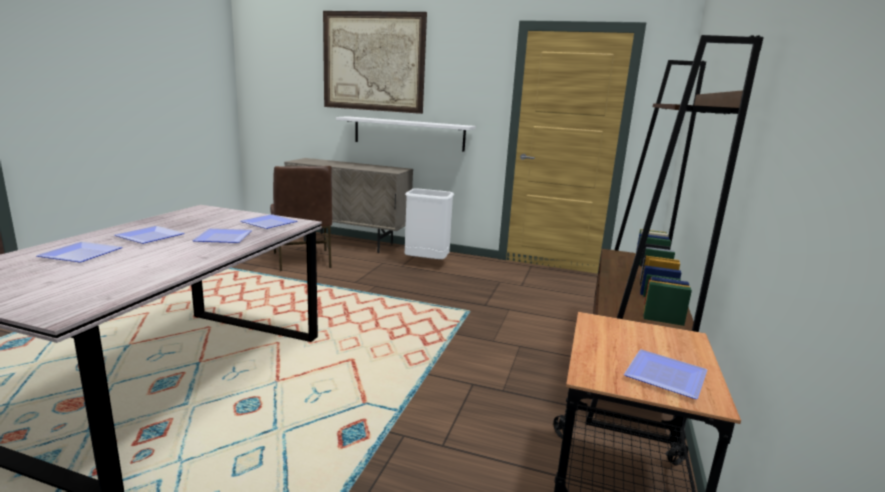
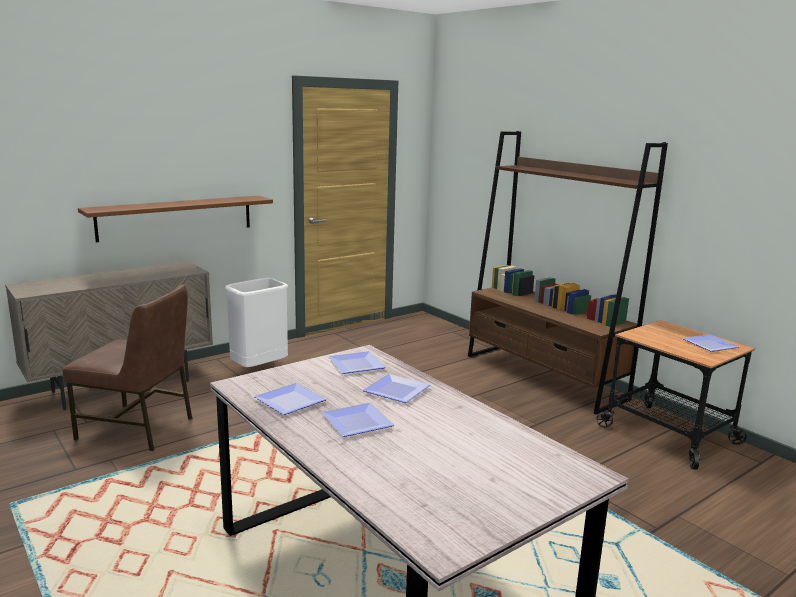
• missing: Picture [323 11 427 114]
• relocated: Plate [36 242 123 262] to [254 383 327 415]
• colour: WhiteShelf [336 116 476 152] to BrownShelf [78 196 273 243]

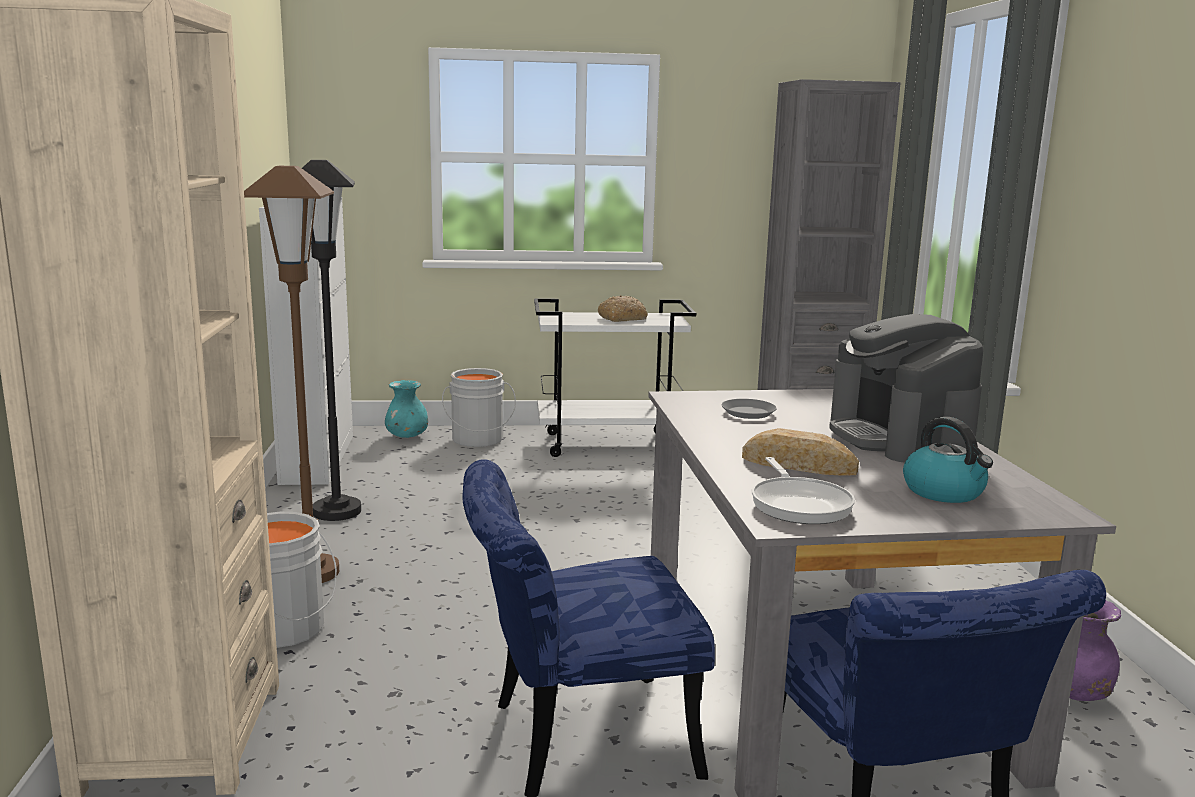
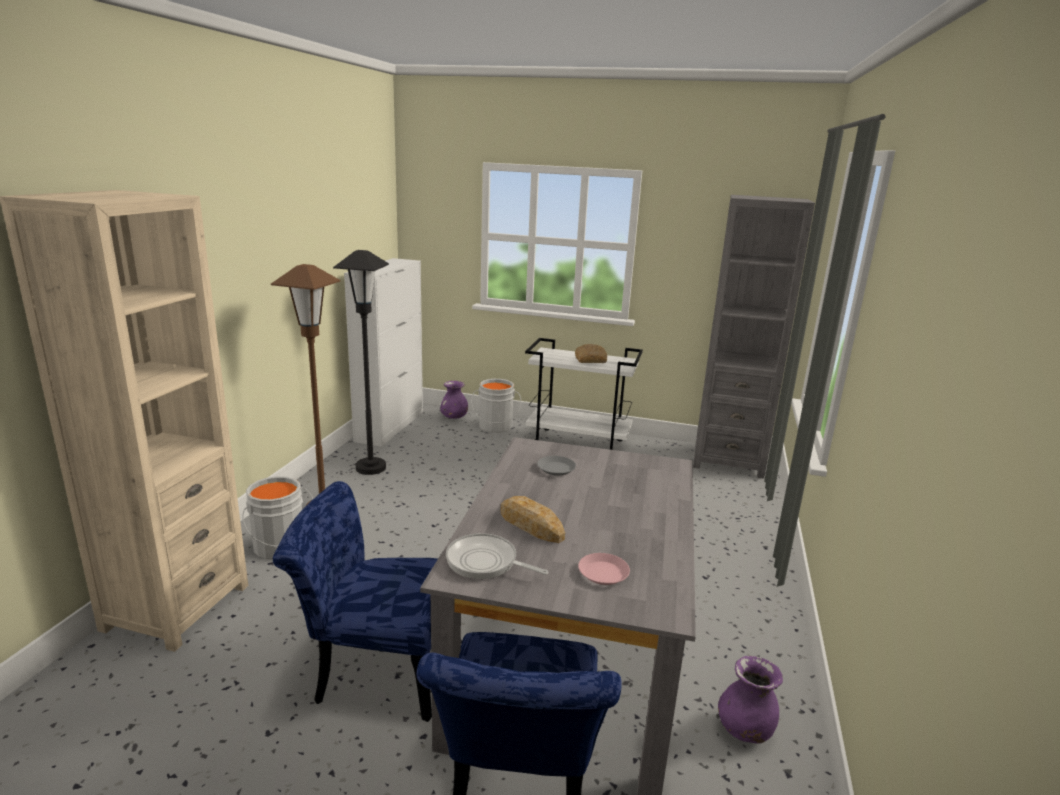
• missing: CoffeeMachine [829 314 984 463]
• exchanged: Kettle [903 417 993 503] to PinkPlate [578 553 630 585]
• colour: TurquoiseVase [385 380 428 438] to PurpleVase [440 381 468 419]
• spun: FryingPan [752 457 855 524] = [446 533 548 579] 105 degrees clockwise

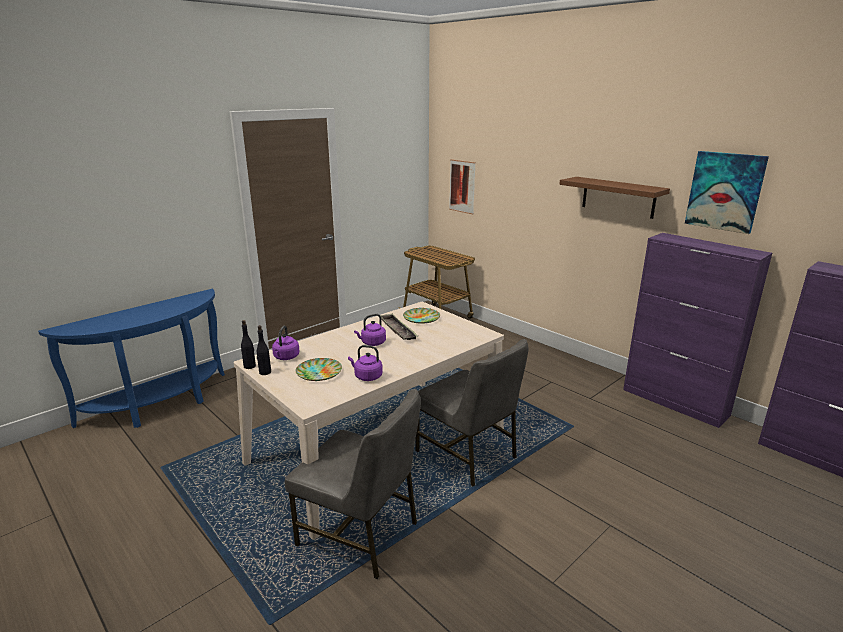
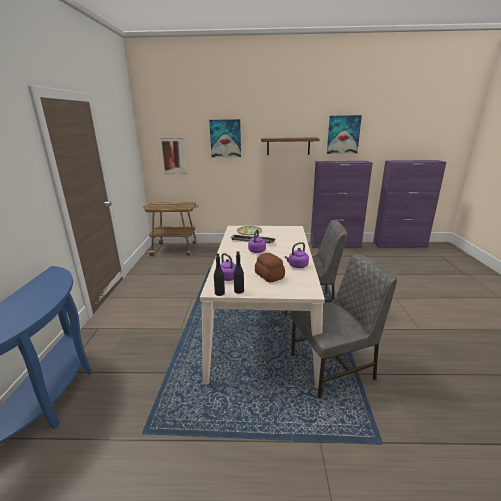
• appeared: Picture [209 119 241 157]
• exchanged: Plate [296 358 342 381] to Bread [255 253 285 283]

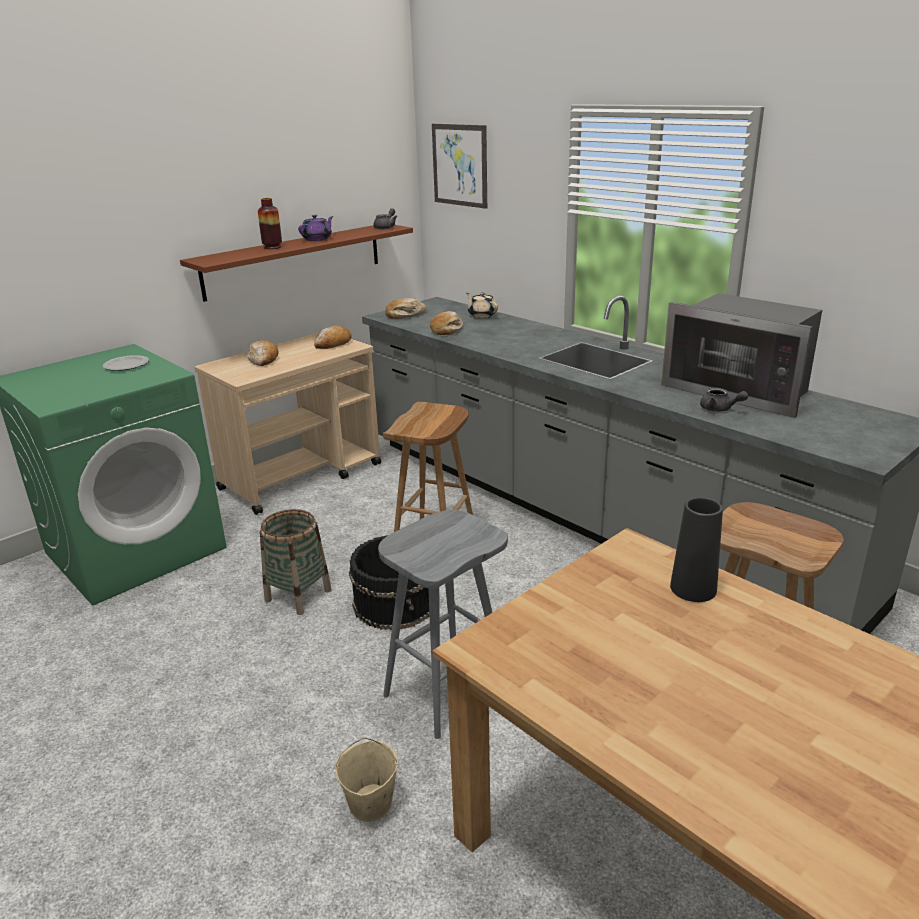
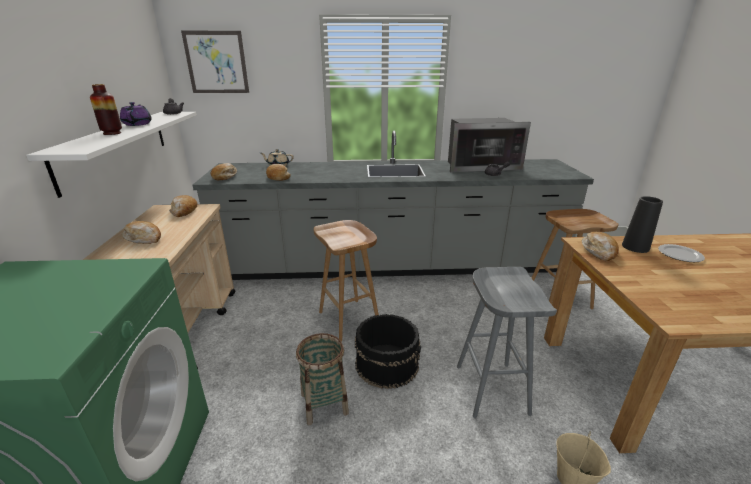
• appeared: Bread [582 232 619 261]
• relocated: Plate [103 355 149 371] to [658 244 705 262]
• colour: BrownShelf [180 225 413 302] to WhiteShelf [26 112 196 198]

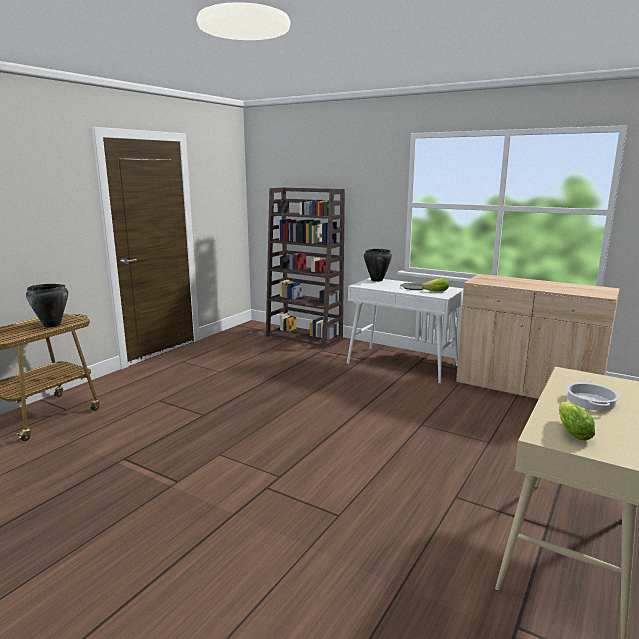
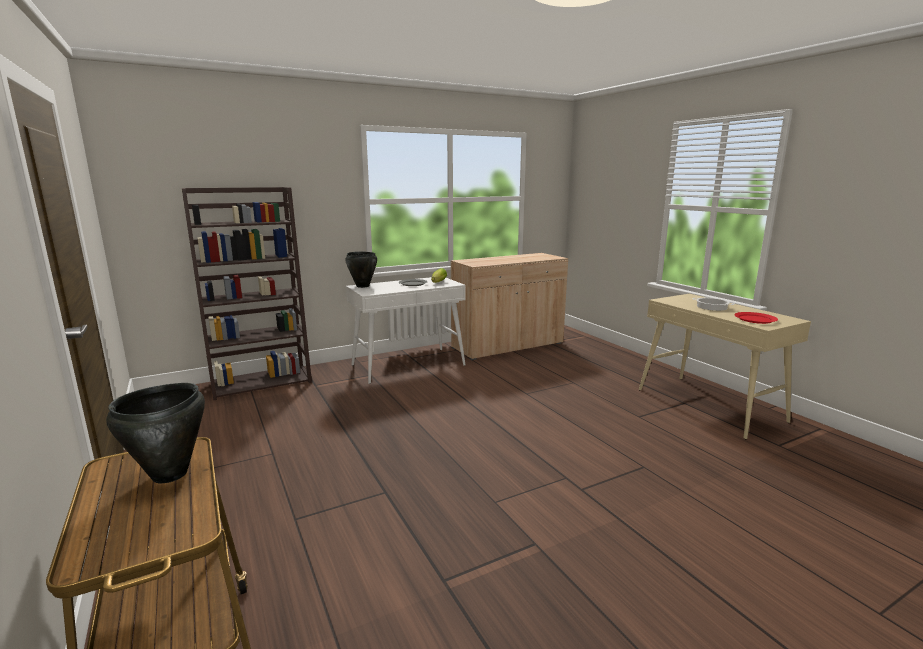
• exchanged: Lettuce [559 402 595 441] to RedPlate [734 312 778 324]

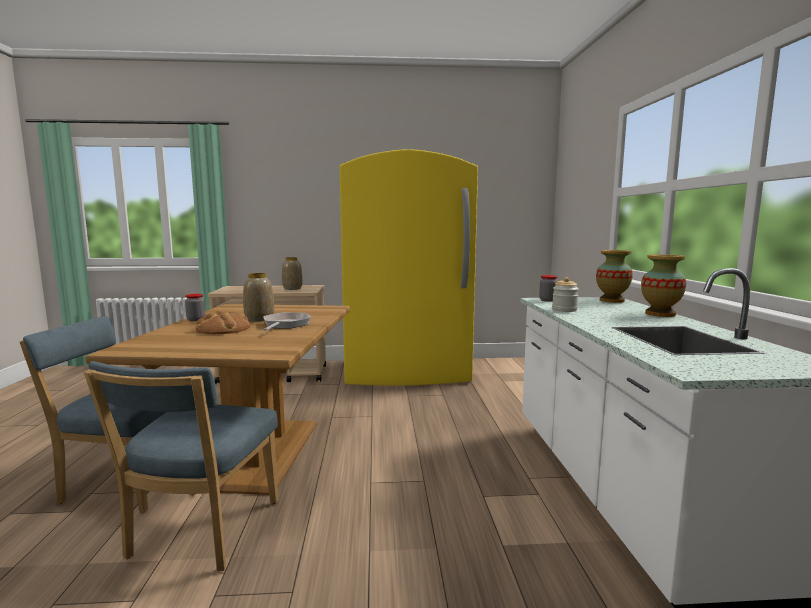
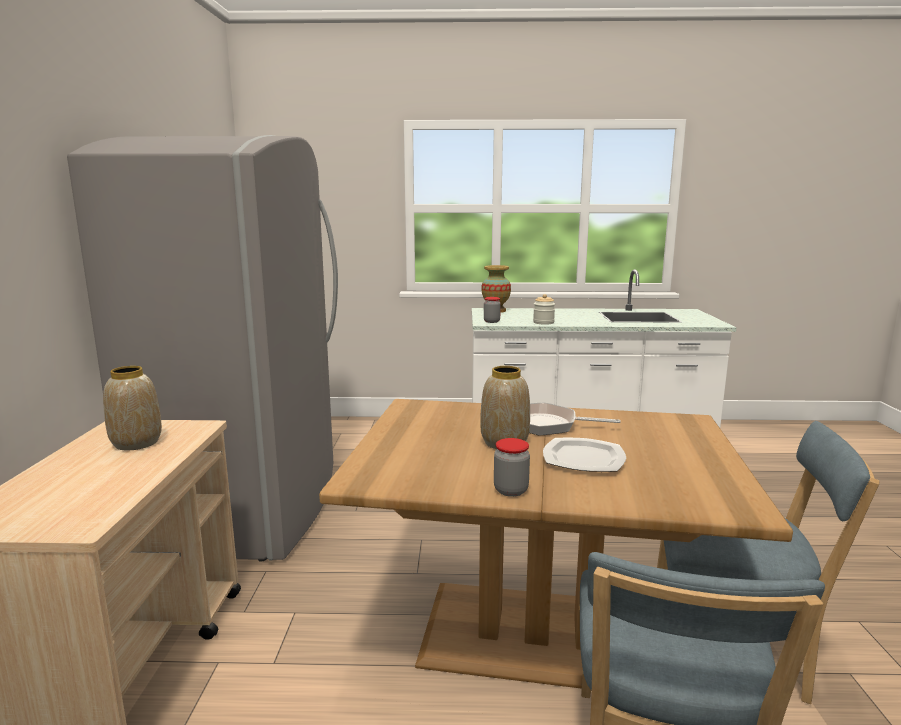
• missing: Vase [641 254 686 317]
• exchanged: Bread [196 310 250 334] to Plate [543 438 626 472]
• colour: YellowFridge [339 149 478 386] to GreyFridge [67 135 338 561]

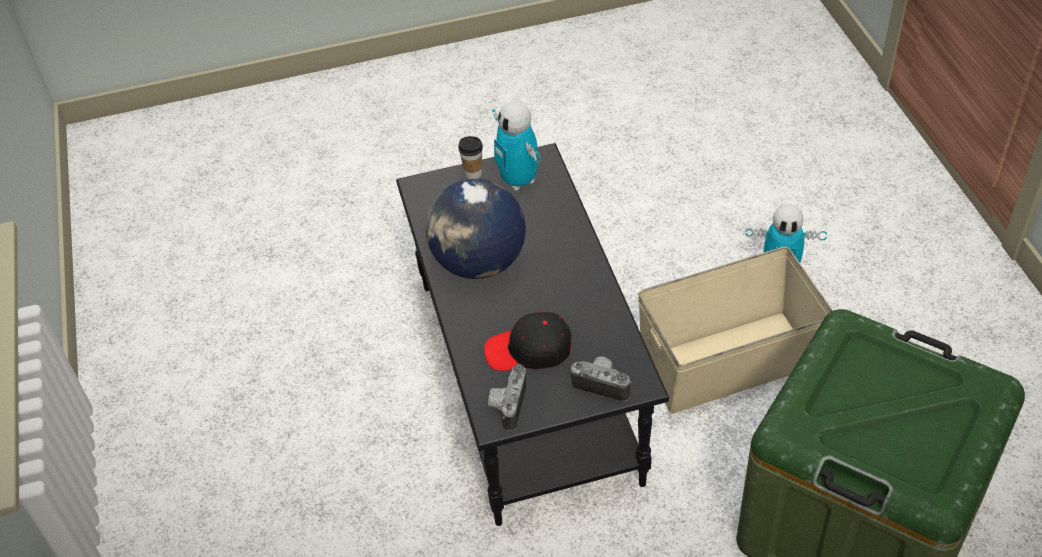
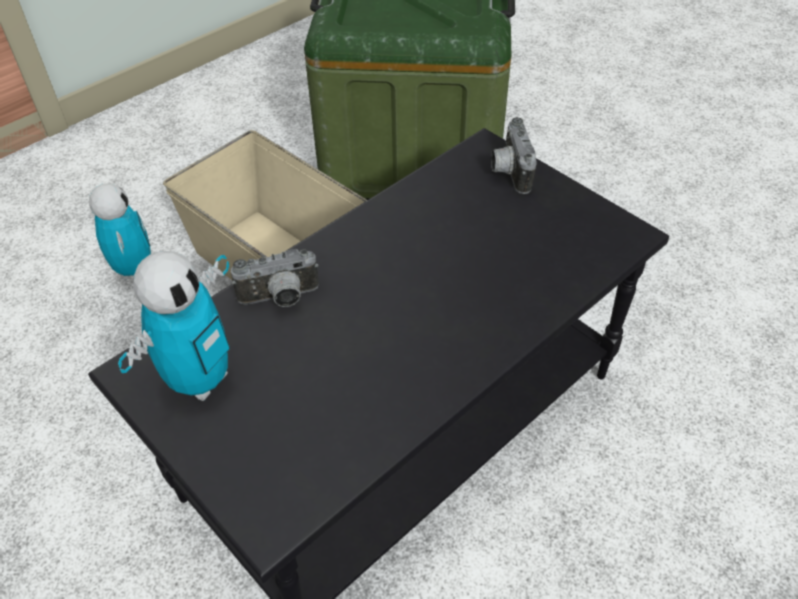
• missing: Globe [426 179 526 279]
• missing: Cup [458 136 483 179]
• missing: BlackCap [484 312 572 371]
• relocated: PhotoCamera [488 364 526 431] to [231 249 319 307]

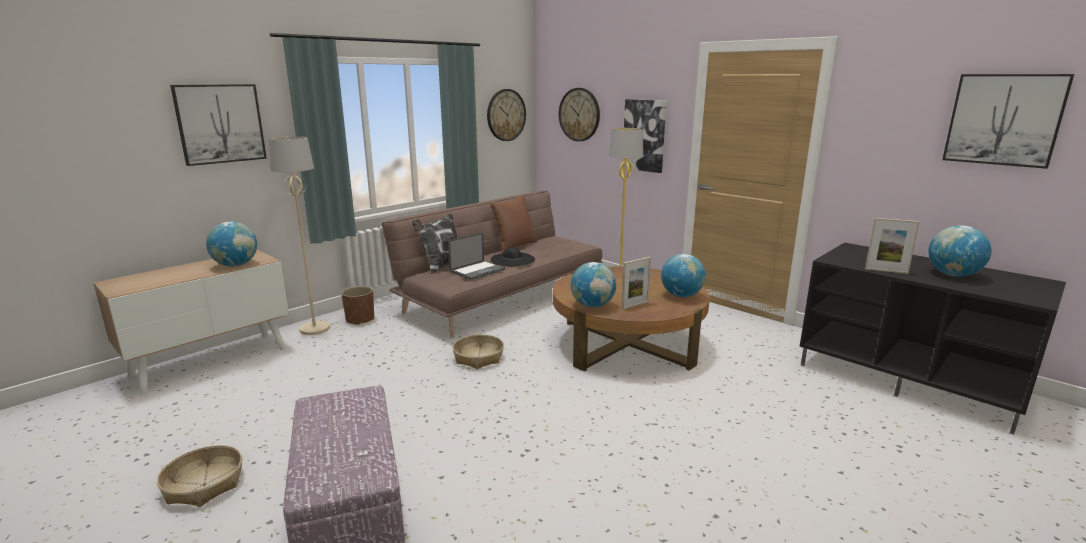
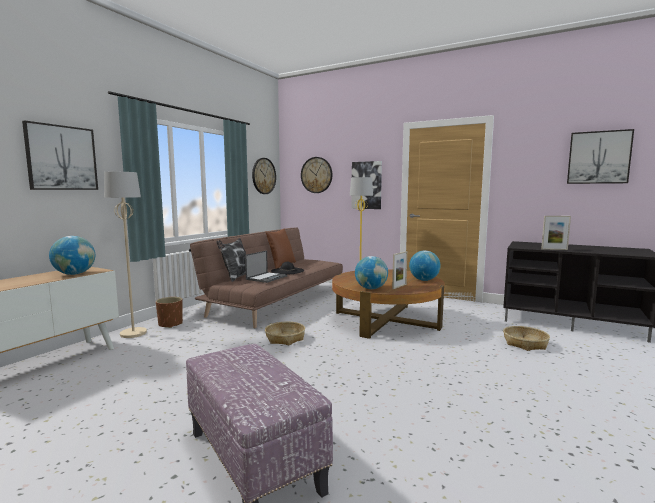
• missing: Globe [928 225 991 277]
• relocated: Basket [157 445 242 507] to [503 326 550 351]

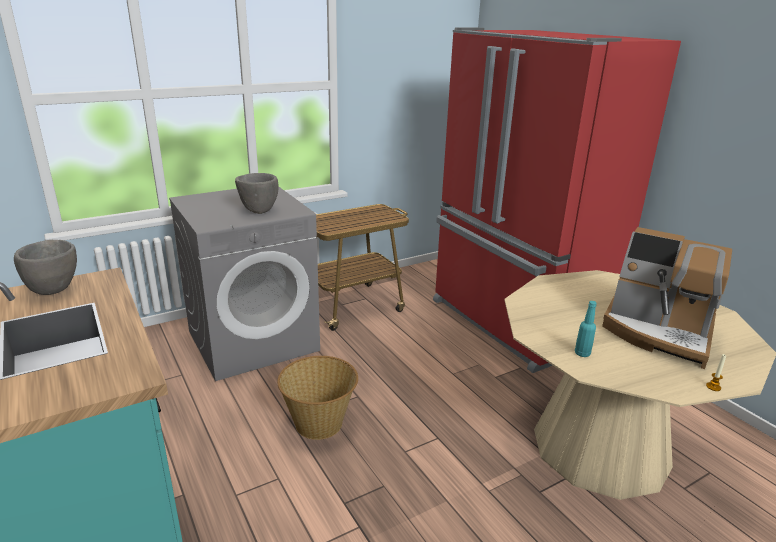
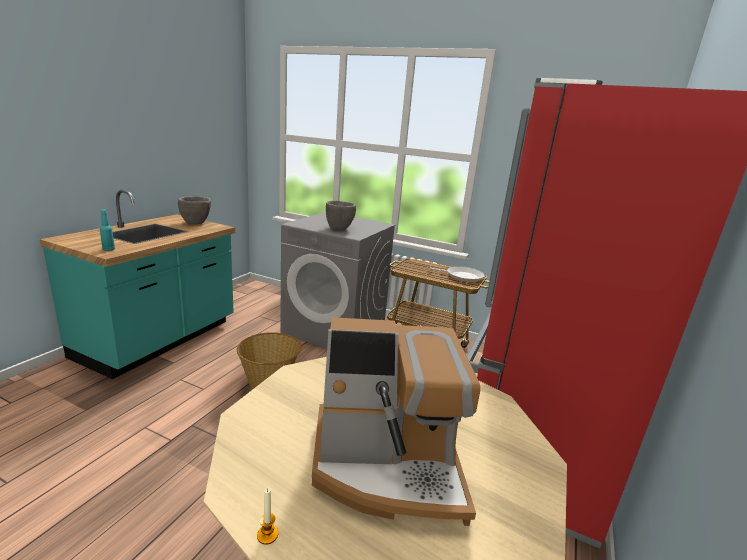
• appeared: FryingPan [427 266 485 282]
• relocated: TurquoiseBottle [575 301 597 357] to [100 210 115 251]
• spun: CoffeeMachine [602 227 732 369] = [312 317 481 526] 90 degrees counterclockwise

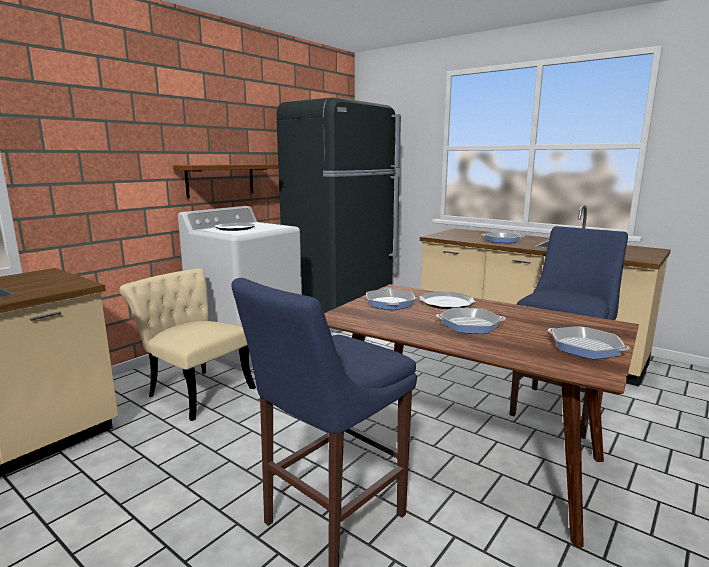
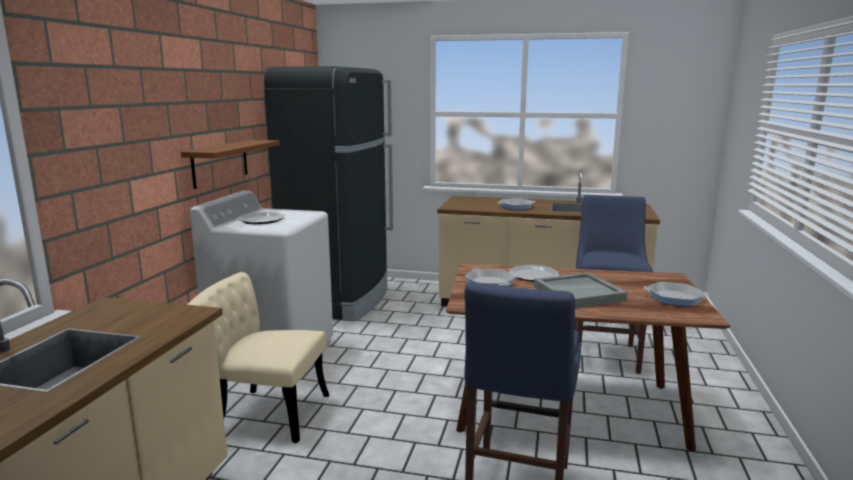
• exchanged: FryingPan [436 308 506 334] to GreyTray [534 272 627 308]

